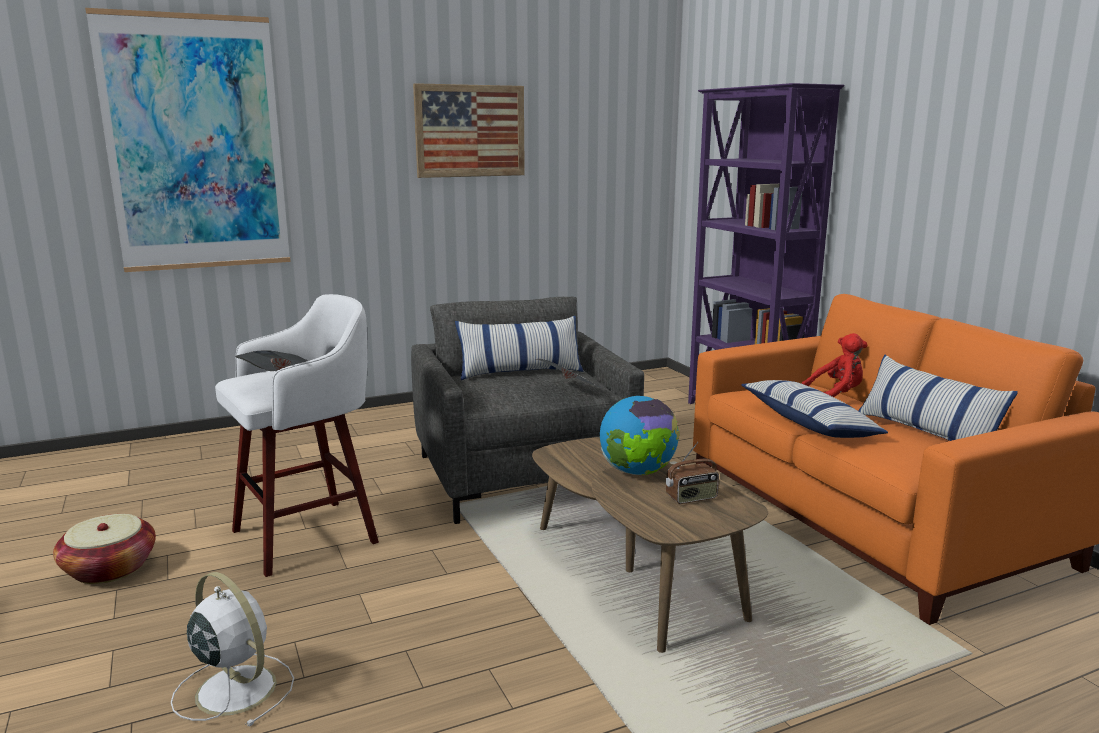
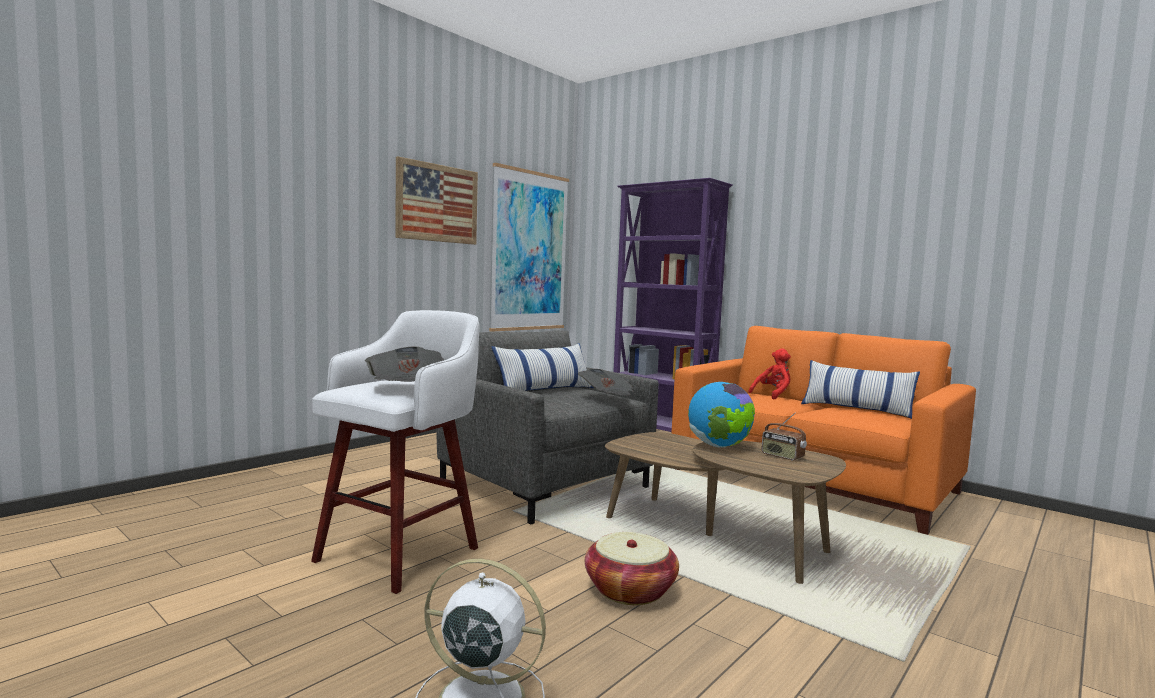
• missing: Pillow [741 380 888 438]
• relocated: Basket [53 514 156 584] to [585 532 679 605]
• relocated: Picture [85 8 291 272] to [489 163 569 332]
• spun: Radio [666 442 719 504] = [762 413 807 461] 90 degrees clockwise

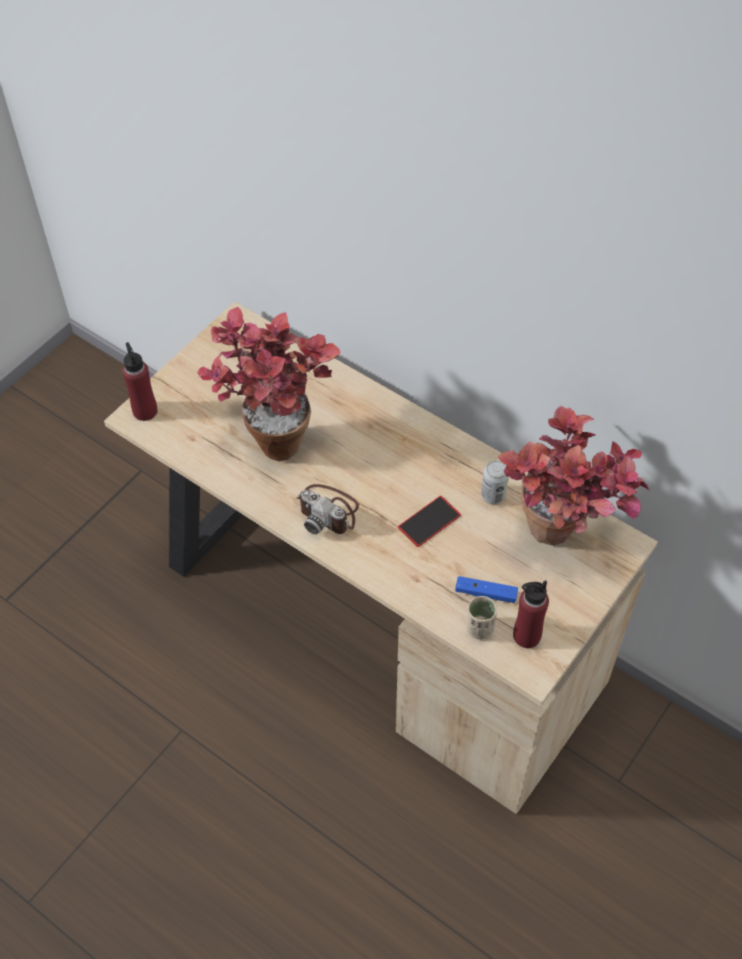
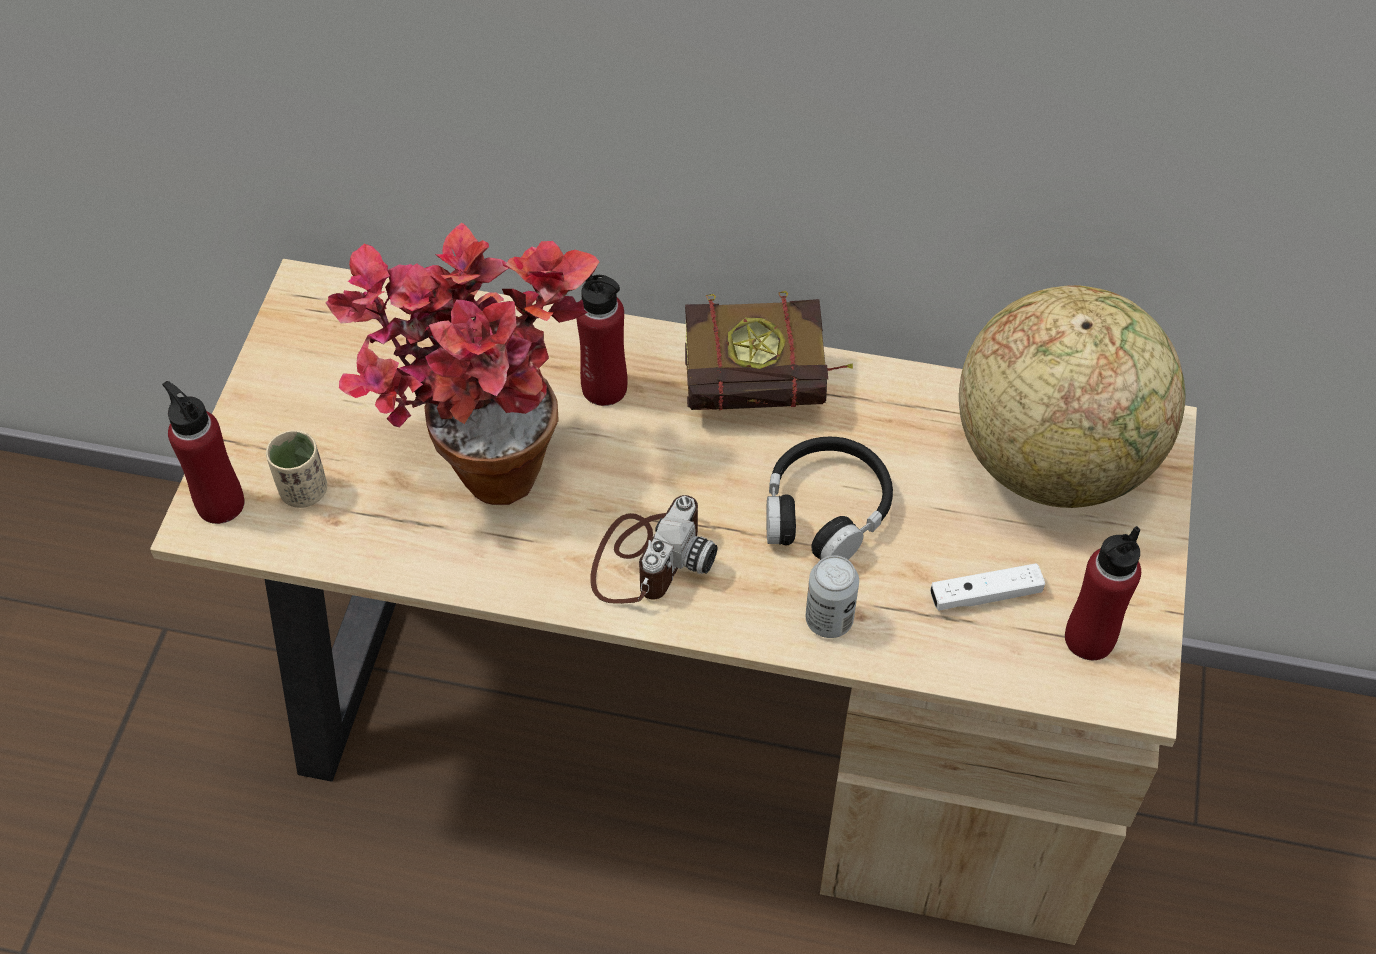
• appeared: RedBottle [576 275 628 406]
• appeared: Book [685 291 853 410]
• relocated: BeigeCup [466 596 497 640] to [266 430 327 508]
• relocated: Can [481 460 509 504] to [806 555 859 638]
• exchanged: Phone [398 496 461 547] to BlackHeadphones [766 437 893 560]
• exchanged: PottedPlant [498 406 649 546] to Globe [959 285 1185 508]
• colour: BlueGameController [455 576 518 603] to WhiteGameController [930 563 1045 611]
• spun: PhotoCamera [296 484 359 535] = [590 495 718 604] 75 degrees counterclockwise

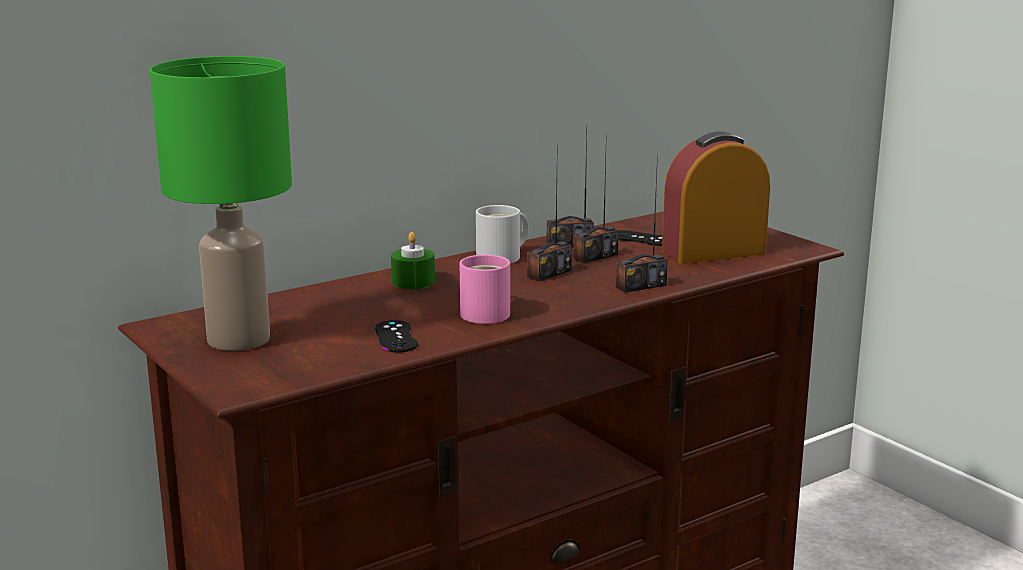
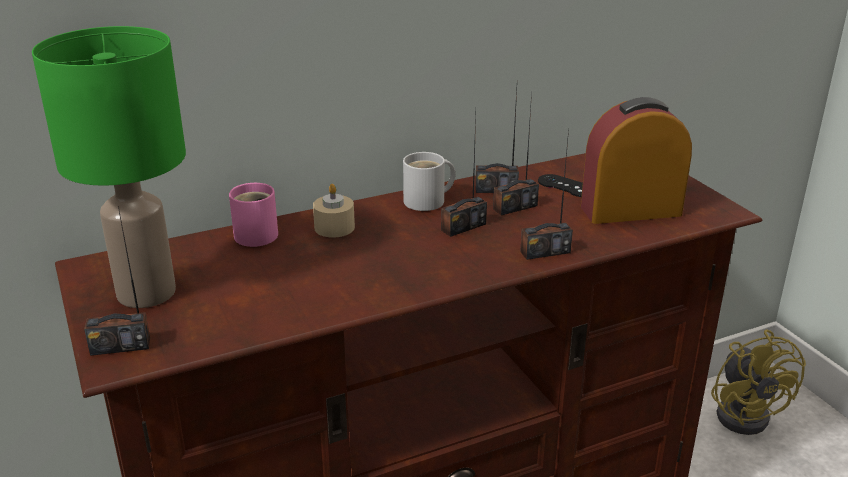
• missing: BlackGameController [375 320 418 353]
• appeared: Radio [84 206 150 356]
• appeared: YellowFan [711 329 806 435]
• relocated: PinkMug [460 255 510 324] to [229 183 278 247]
• colour: GreenCandle [391 232 435 289] to BeigeCandle [313 184 355 238]

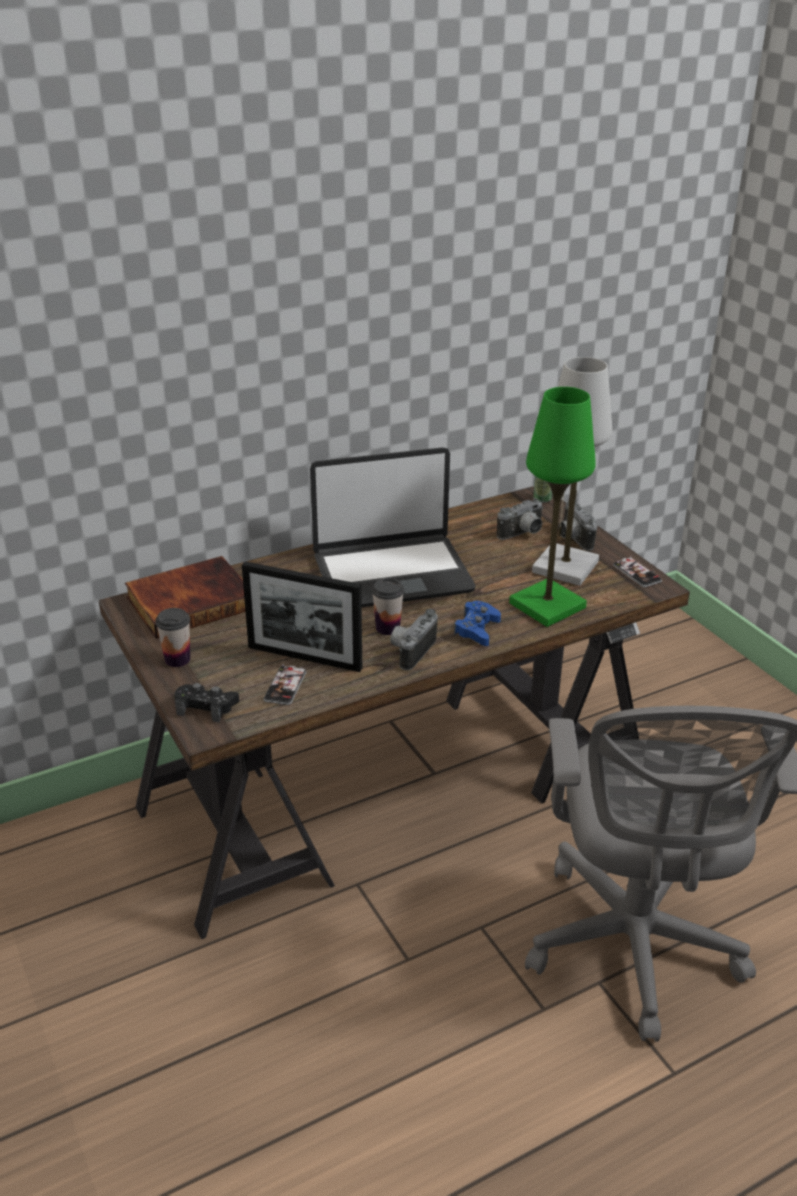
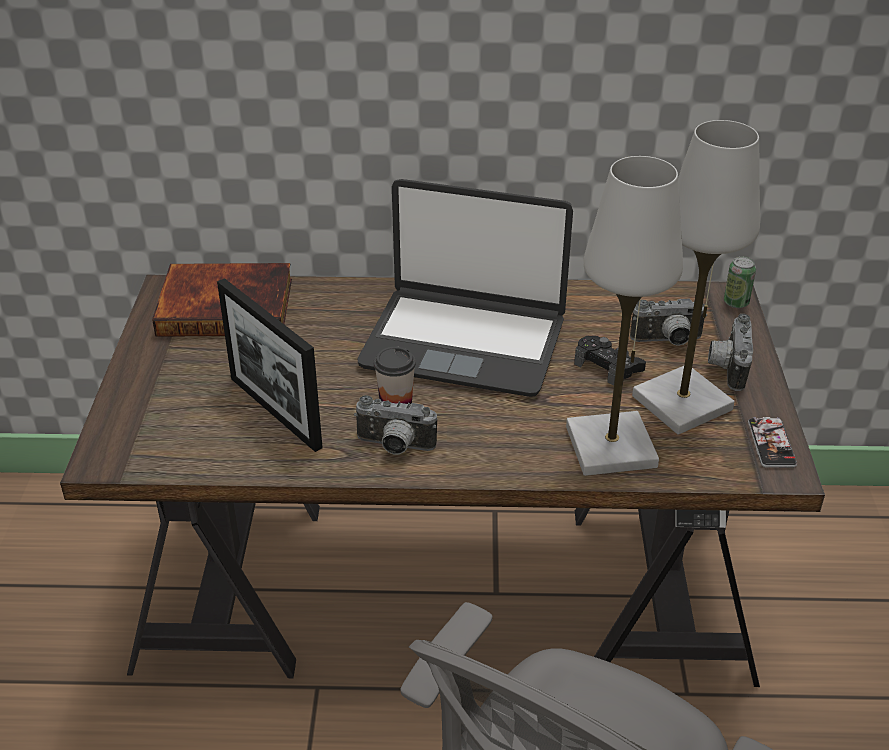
• missing: Cup [155 608 190 667]
• missing: Phone [264 665 307 705]
• missing: BlueGameController [454 601 501 646]
• relocated: BlackGameController [174 683 239 723] to [574 336 646 386]
• colour: GreenTableLamp [509 387 596 627] to WhiteTableLamp [566 156 683 476]
• spun: PhotoCamera [390 609 438 670] = [354 395 437 454] 135 degrees counterclockwise

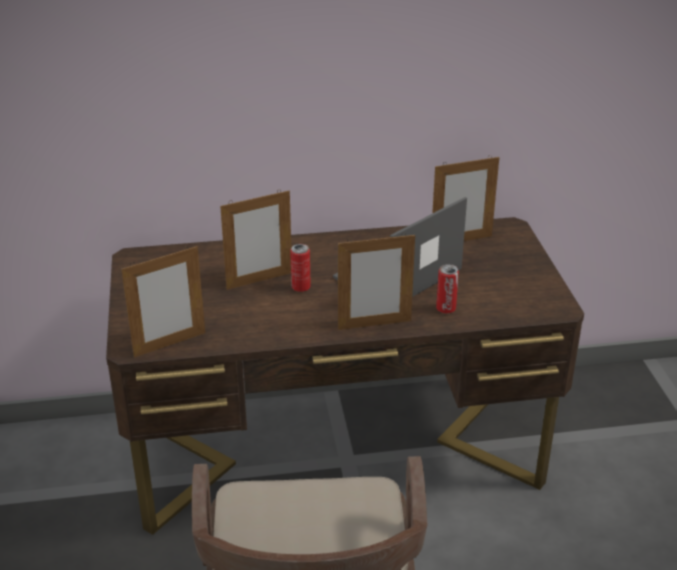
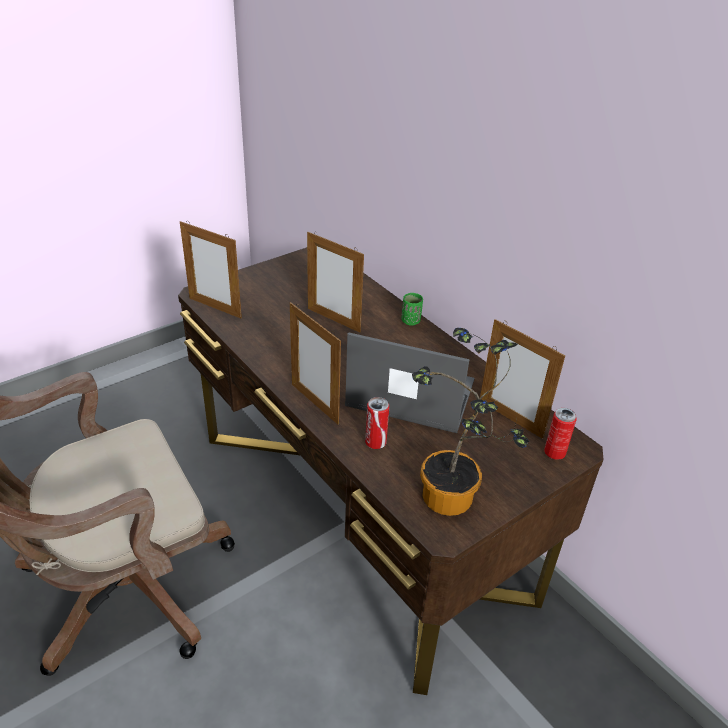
• appeared: GreenCup [401 293 423 326]
• appeared: PottedPlant [412 328 530 516]
• relocated: Can [290 244 311 292] to [544 408 577 460]

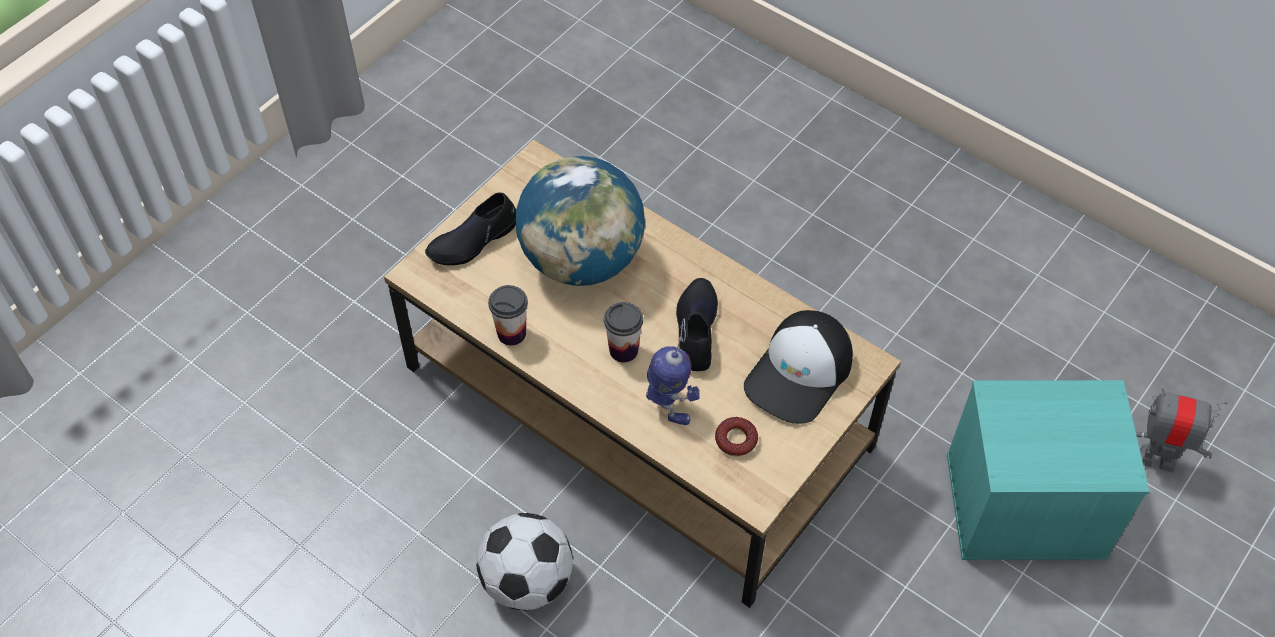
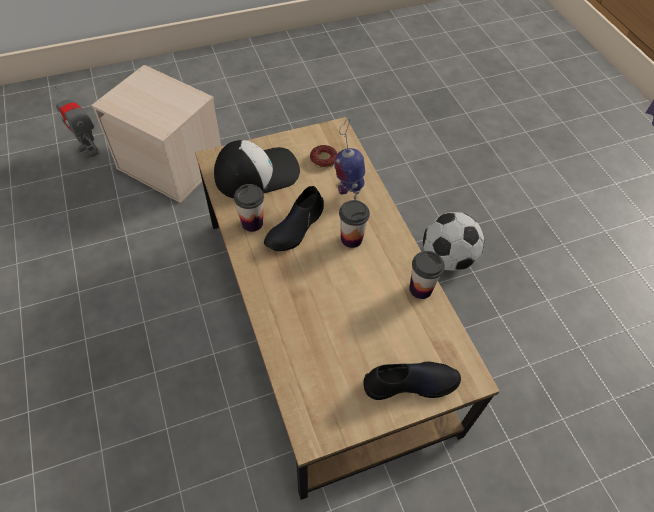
• missing: Globe [516 156 645 286]
• appeared: Cup [234 184 264 232]
• colour: TurquoiseStorageBox [947 380 1149 560] to BeigeStorageBox [91 65 221 203]

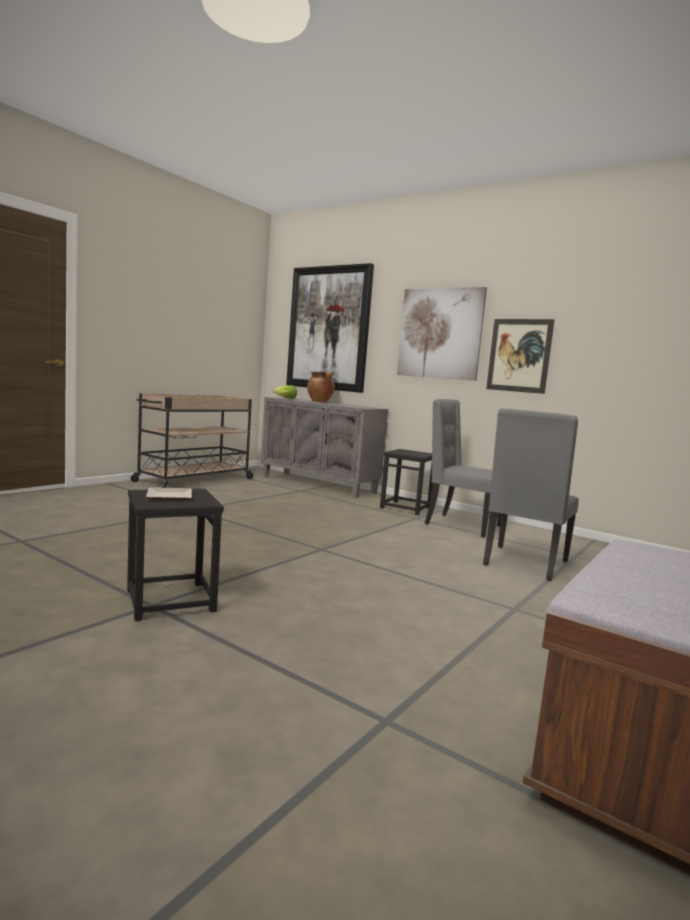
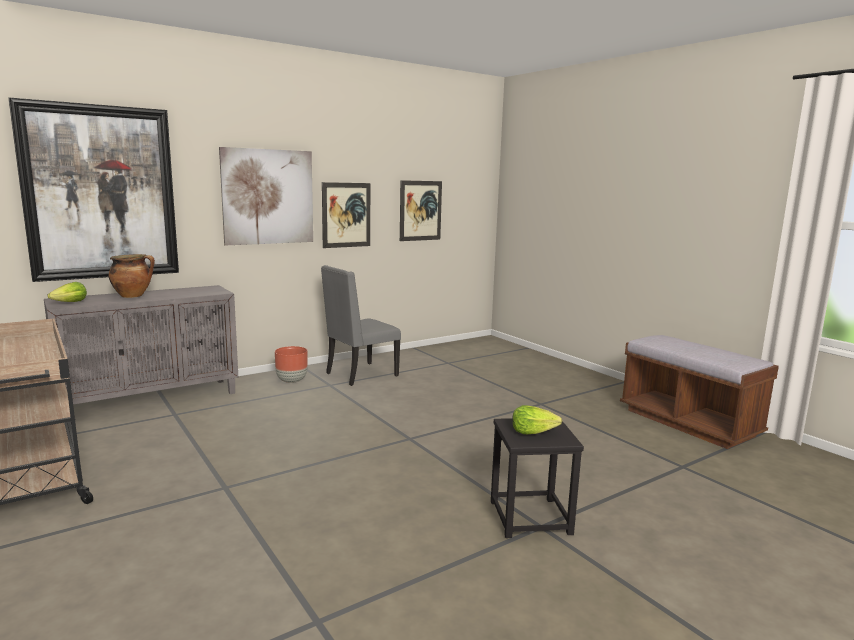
• missing: GreyChair [483 409 579 581]
• appeared: Picture [400 180 442 241]
• exchanged: Plate [146 487 192 500] to Lettuce [512 405 562 434]
• exchanged: BlackStool [380 449 433 515] to BrownPlanter [275 346 308 383]

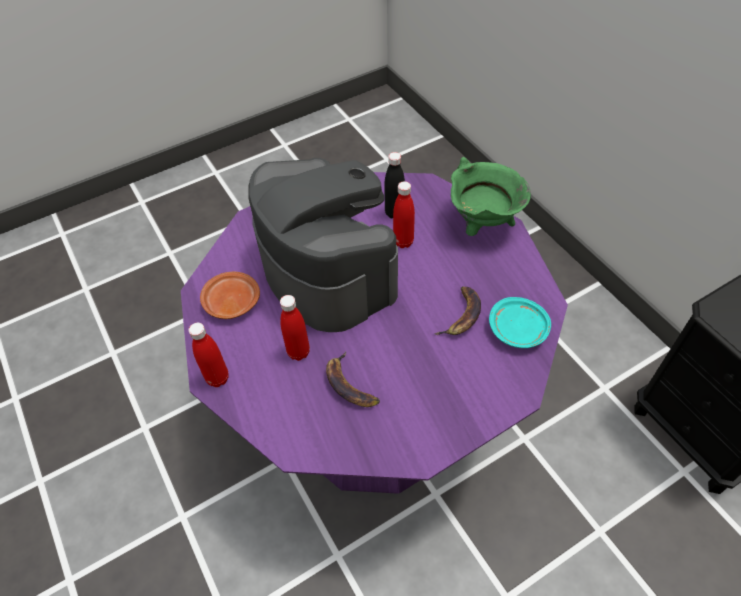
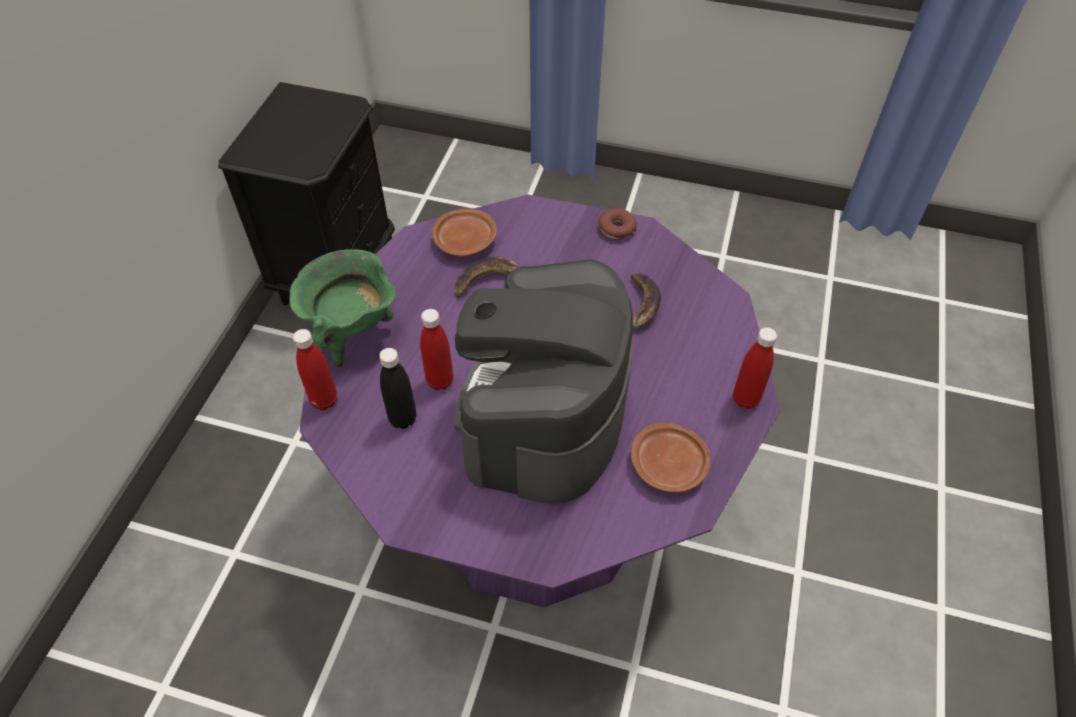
• appeared: Donut [598 208 637 240]
• relocated: RedBottle [280 295 310 361] to [293 329 337 410]
• colour: TurquoisePlate [489 297 551 348] to BrownPlate [432 208 497 257]

